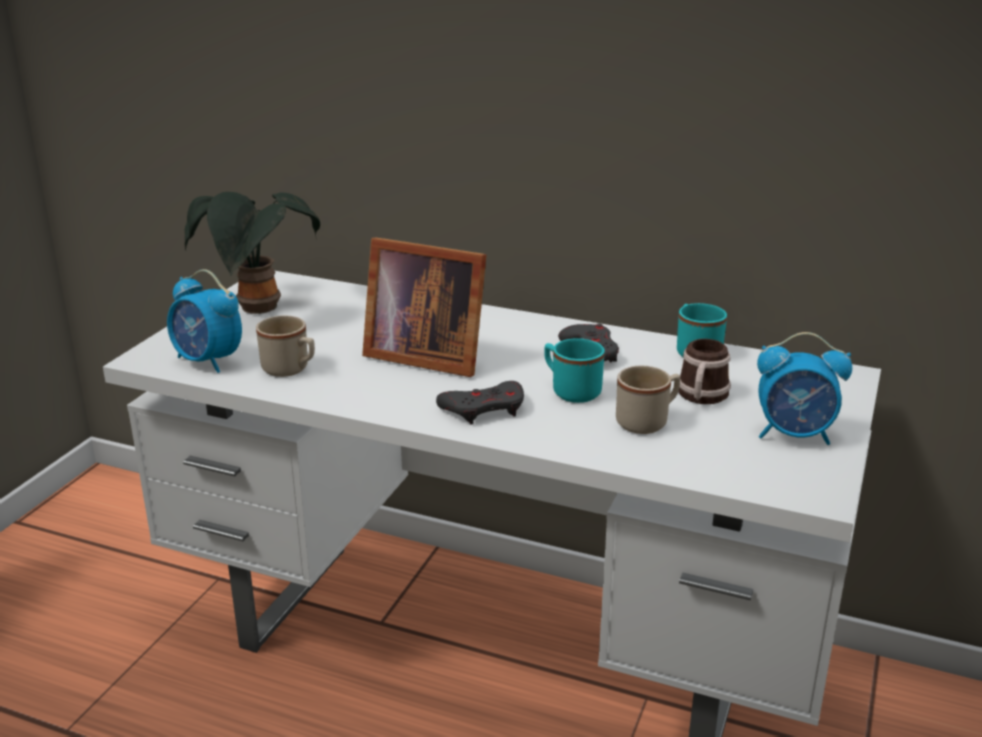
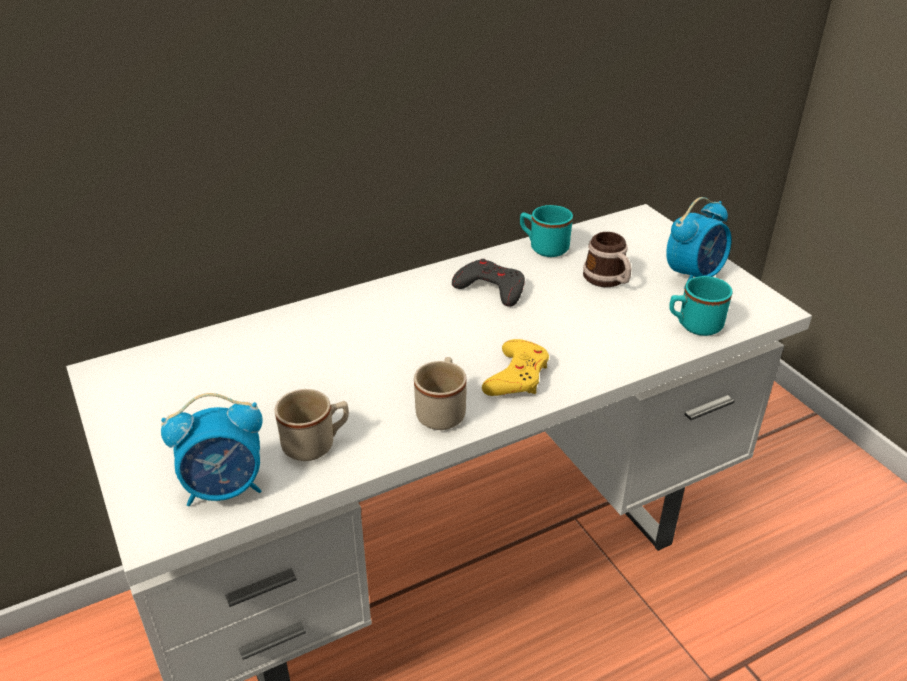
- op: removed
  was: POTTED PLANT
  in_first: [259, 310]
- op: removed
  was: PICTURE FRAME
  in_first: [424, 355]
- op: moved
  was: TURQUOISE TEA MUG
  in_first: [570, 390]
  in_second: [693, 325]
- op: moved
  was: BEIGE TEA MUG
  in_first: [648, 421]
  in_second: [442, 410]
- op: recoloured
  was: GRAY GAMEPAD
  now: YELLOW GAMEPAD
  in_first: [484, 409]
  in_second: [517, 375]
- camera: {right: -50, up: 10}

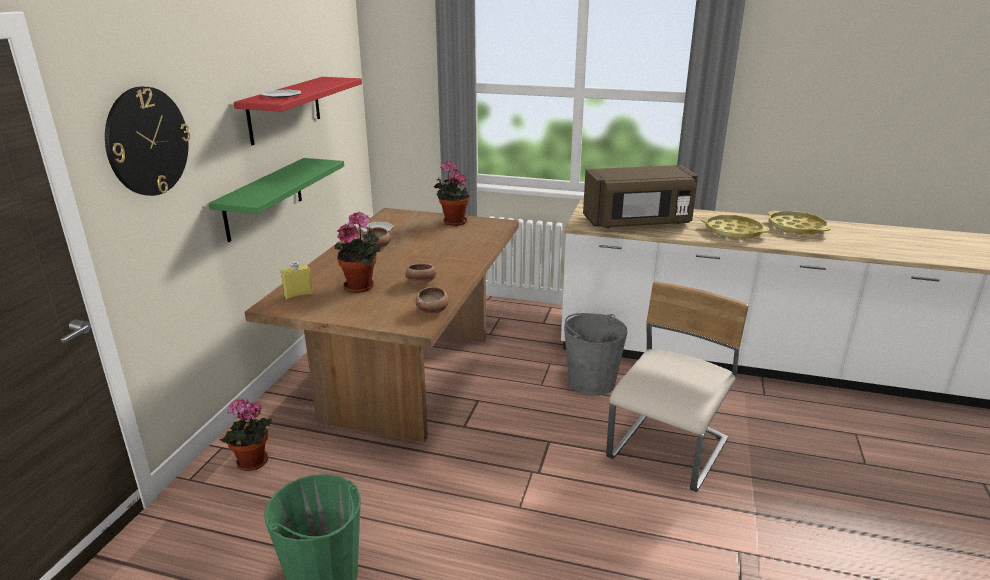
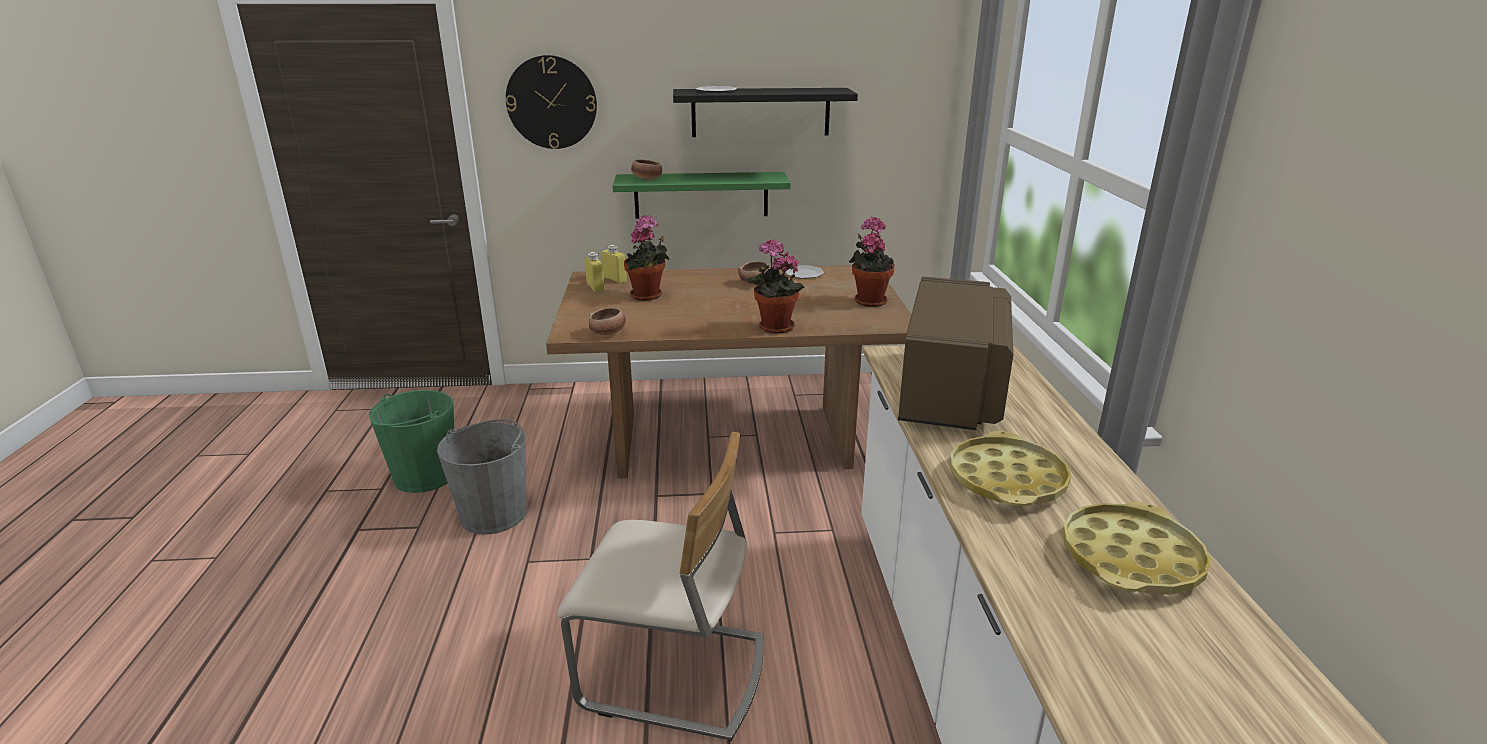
- op: added
  now: YELLOW BOTTLE
  in_second: [595, 287]
- op: moved
  was: POTTED PLANT
  in_first: [252, 464]
  in_second: [773, 328]
- op: moved
  was: DEEP DISH
  in_first: [420, 283]
  in_second: [646, 179]
- op: moved
  was: GRAY WATER BUCKET
  in_first: [591, 382]
  in_second: [494, 514]
- op: recoloured
  was: REDDISH SHELF
  now: BLACK SHELF
  in_first: [285, 109]
  in_second: [760, 112]
- op: turned
  was: BROWN-COLOURED KITCHEN MICROWAVE
  in_first: [638, 222]
  in_second: [951, 391]
  clockwise: -135
- camera: {right: 70, up: 0}

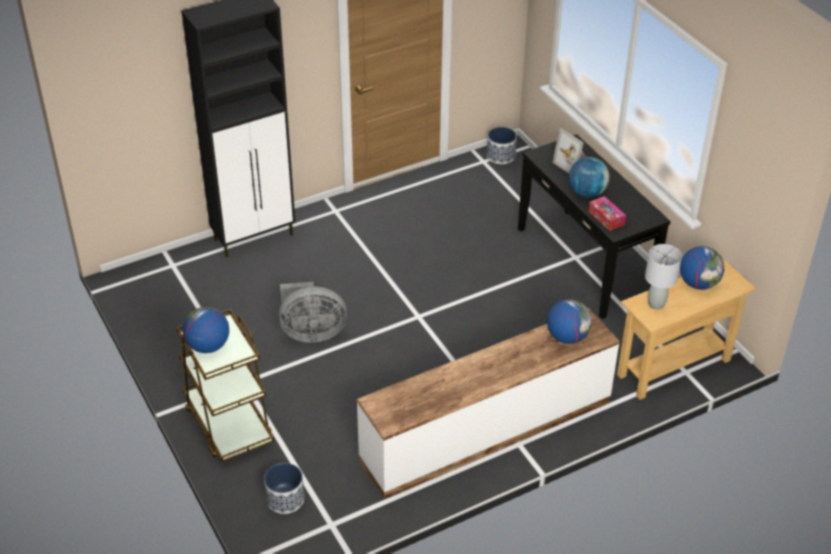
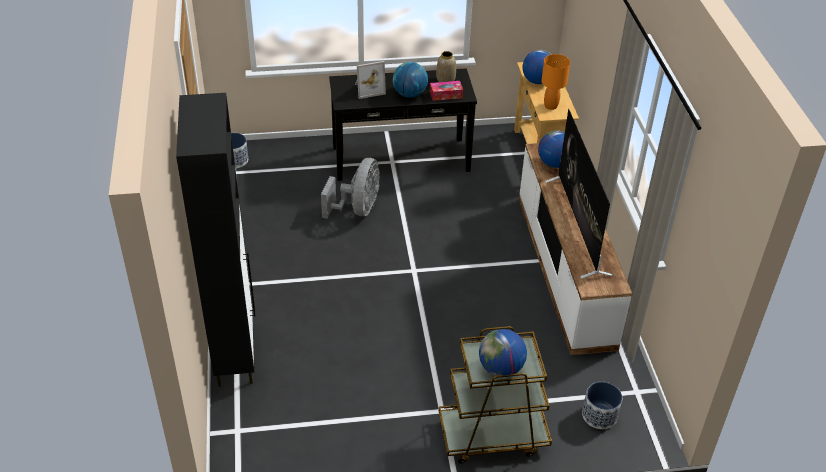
- op: added
  now: FLOWER VASE
  in_second: [445, 80]
- op: added
  now: TELEVISION
  in_second: [577, 226]
- op: moved
  was: GRAY FAN
  in_first: [311, 333]
  in_second: [358, 209]
- op: recoloured
  was: GRAY TABLETOP LAMP
  now: ORANGE-COLOURED TABLETOP LAMP
  in_first: [656, 304]
  in_second: [551, 106]
- camera: {right: -70, up: 0}

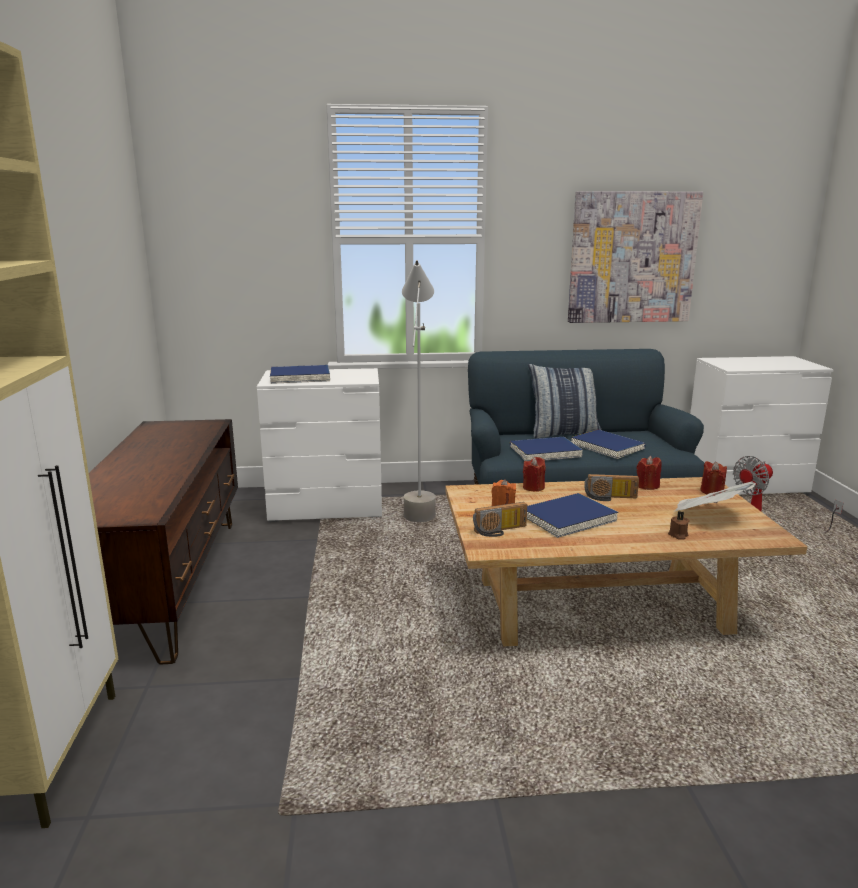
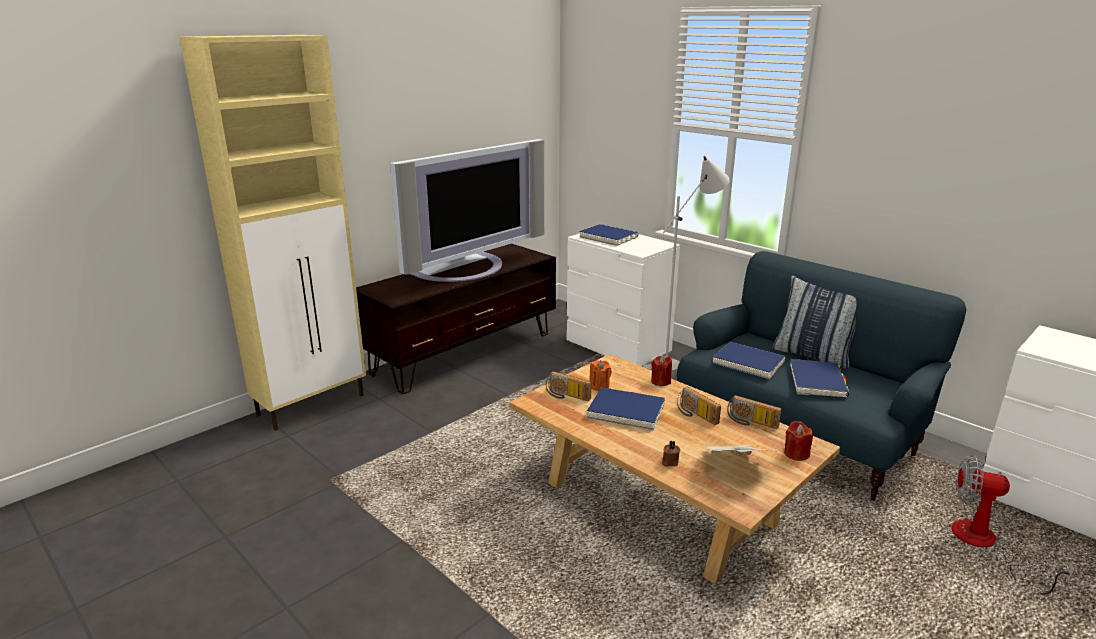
- op: removed
  was: WALL ART
  in_first: [632, 258]
- op: added
  now: TELEVISION
  in_second: [467, 269]
- op: replaced
  was: REDDISH WAX CANDLE
  now: RADIO RECEIVER
  in_first: [647, 486]
  in_second: [751, 422]
- camera: {right: 50, up: 5}

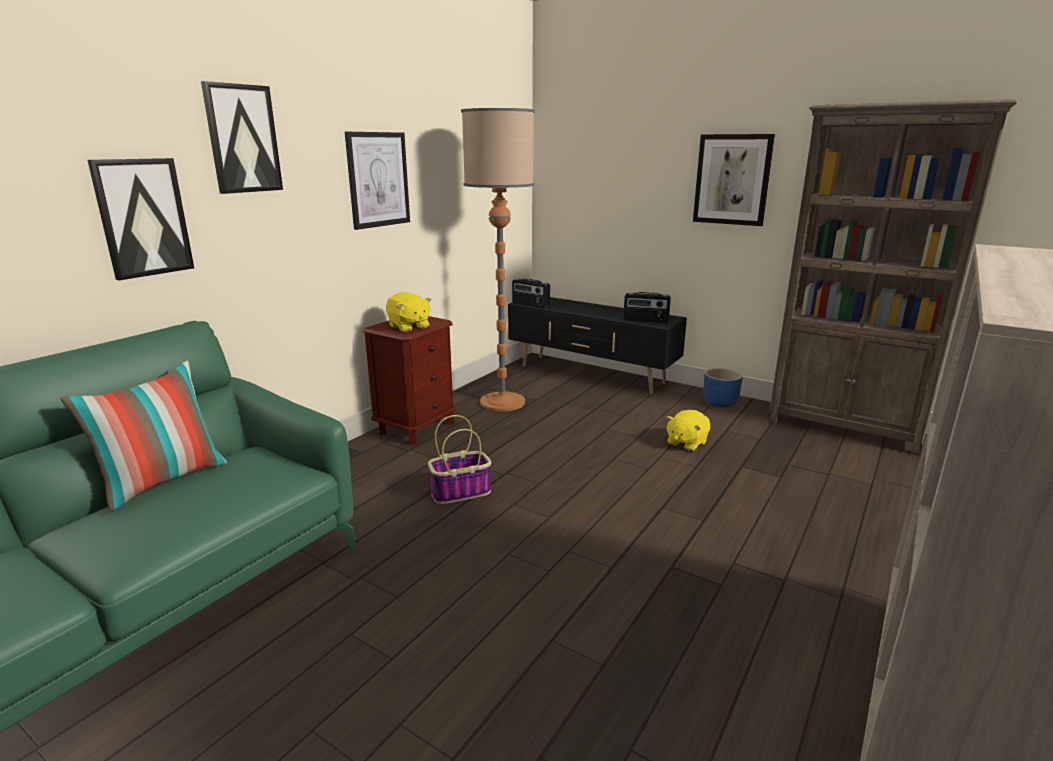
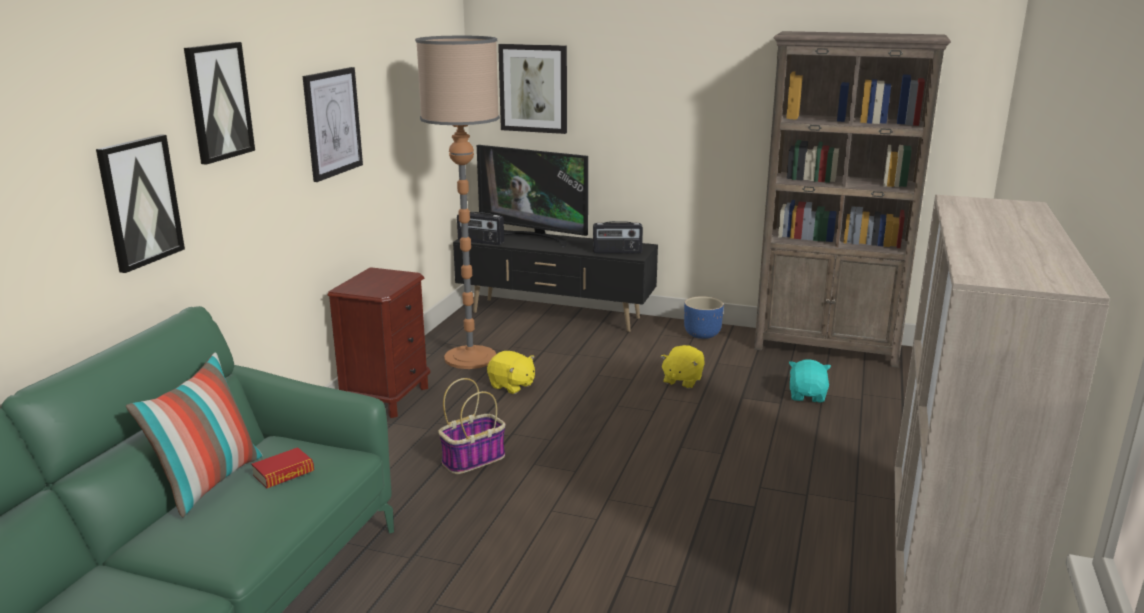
- op: added
  now: VOLUME
  in_second: [283, 473]
- op: added
  now: TELEVISION
  in_second: [535, 238]
- op: added
  now: TURQUOISE PLUSH TOY
  in_second: [807, 396]
- op: moved
  was: YELLOW PLUSH TOY
  in_first: [409, 327]
  in_second: [512, 386]
- op: moved
  was: WALL ART
  in_first: [732, 179]
  in_second: [533, 88]
- camera: {right: -15, up: 0}

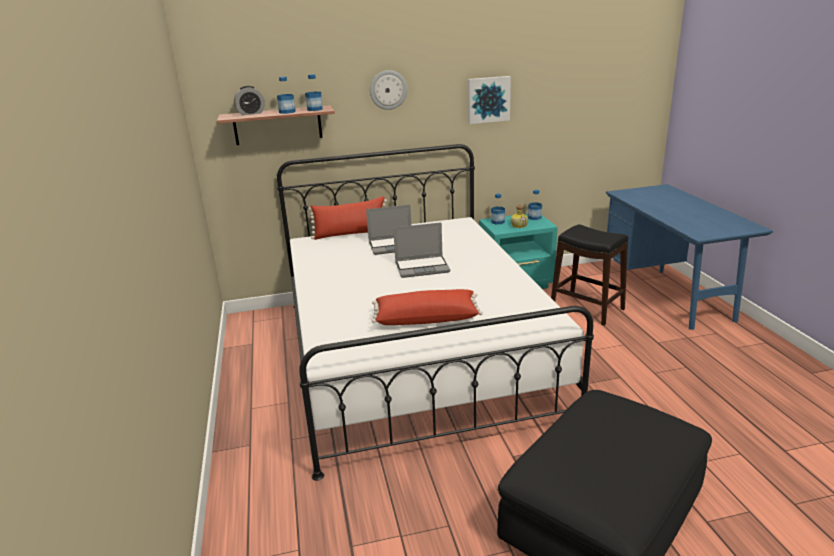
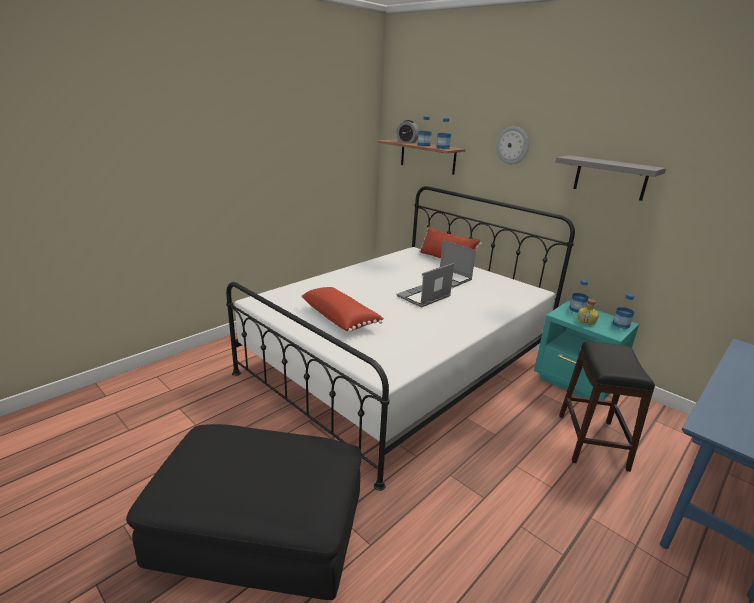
- op: replaced
  was: WALL ART
  now: GRAY SHELF
  in_first: [488, 99]
  in_second: [610, 178]
- op: turned
  was: LAPTOP
  in_first: [422, 267]
  in_second: [423, 297]
  clockwise: 90
- camera: {right: 55, up: 0}

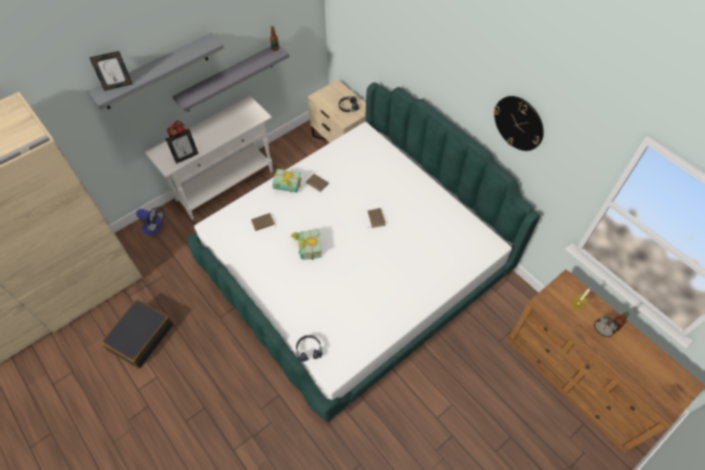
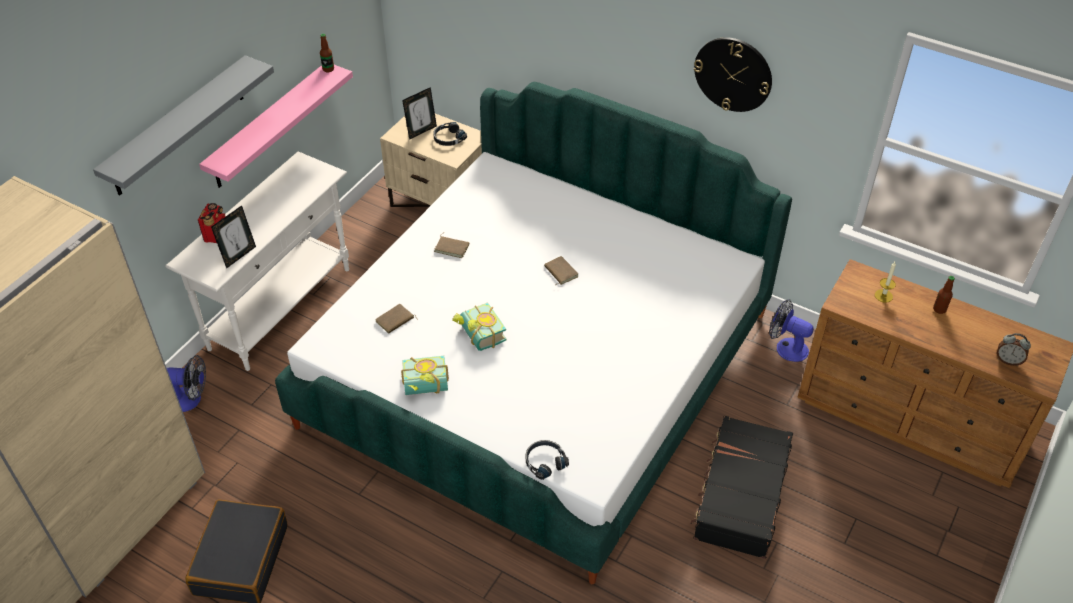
- op: added
  now: BLACK SUITCASE
  in_second: [740, 495]
- op: added
  now: FAN
  in_second: [786, 347]
- op: moved
  was: PICTURE FRAME
  in_first: [118, 86]
  in_second: [421, 131]
- op: moved
  was: VOLUME
  in_first: [286, 187]
  in_second: [426, 388]
- op: moved
  was: BEDSIDE CLOCK
  in_first: [601, 331]
  in_second: [1008, 360]
- op: recoloured
  was: GRAY SHELF
  now: PINK-COLOURED SHELF
  in_first: [228, 78]
  in_second: [269, 126]
- camera: {right: -20, up: -10}

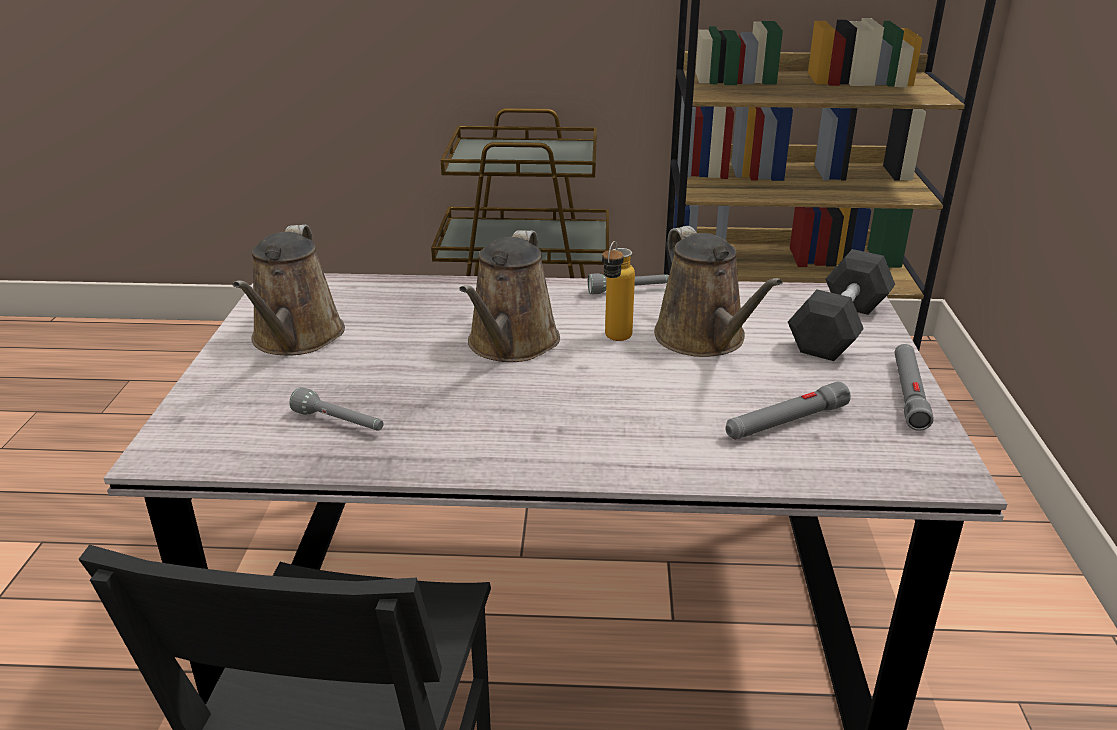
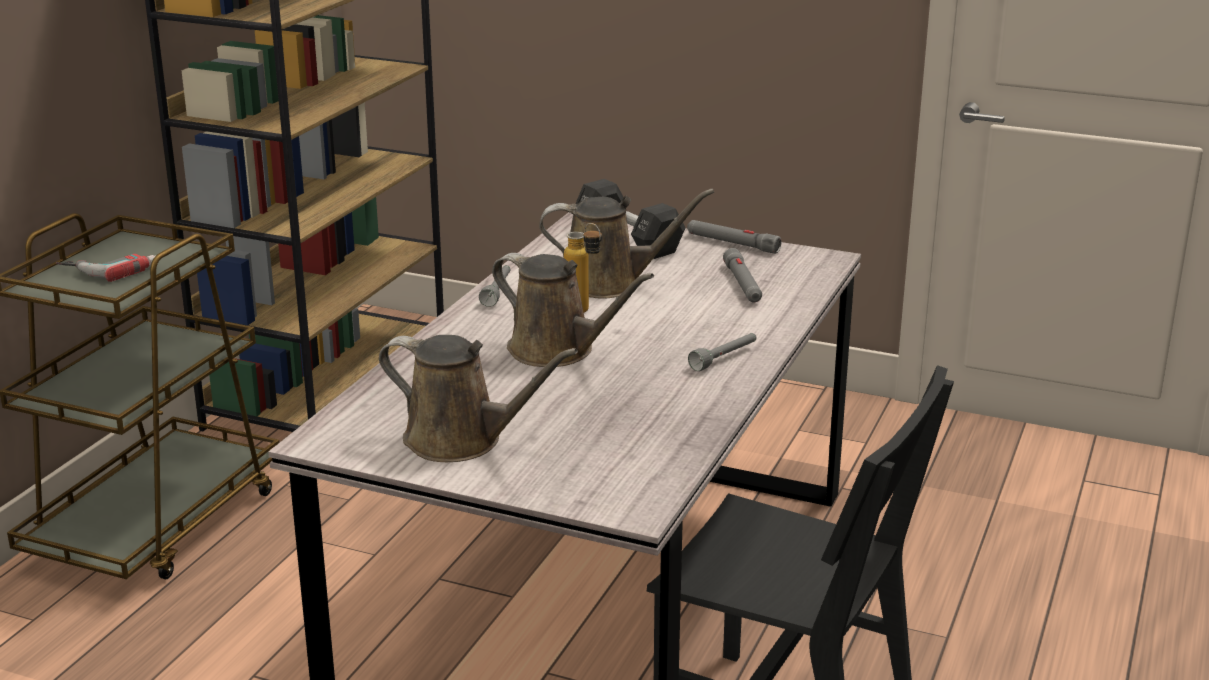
- op: added
  now: POWER DRILL
  in_second: [109, 268]
- op: moved
  was: GRAY HAND TORCH
  in_first: [339, 423]
  in_second: [724, 358]
- camera: {right: -70, up: -5}

